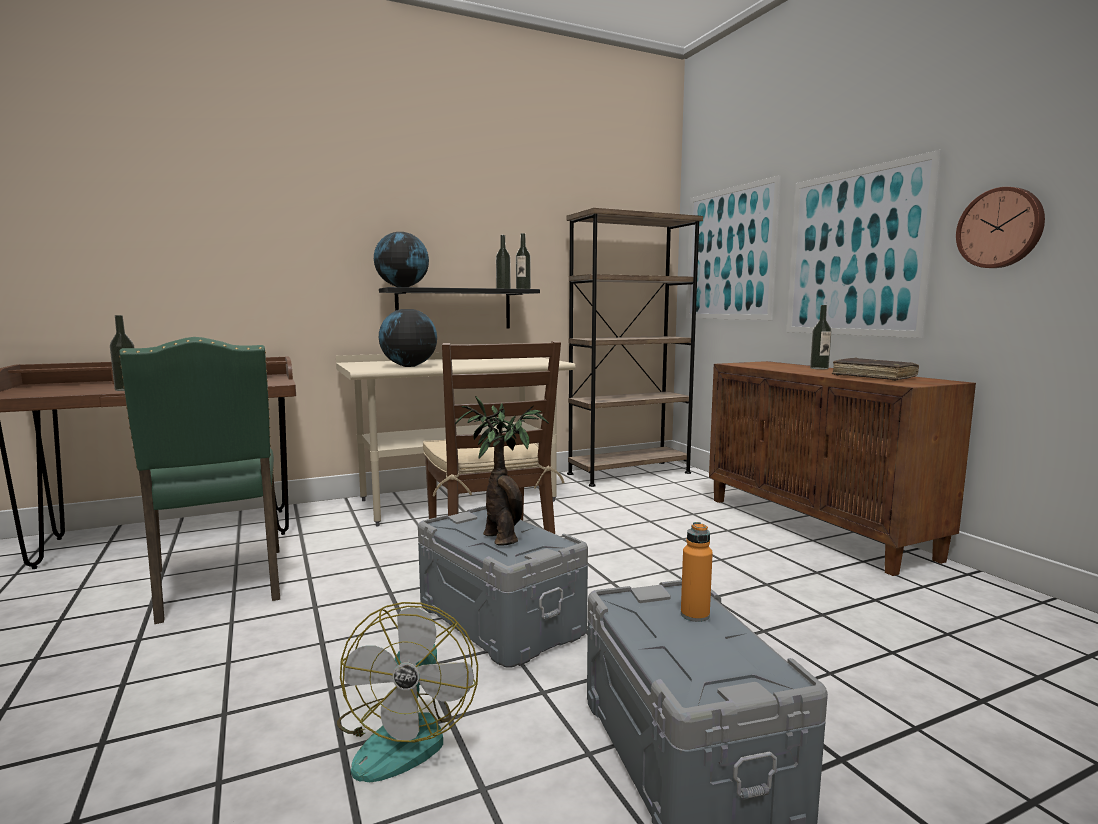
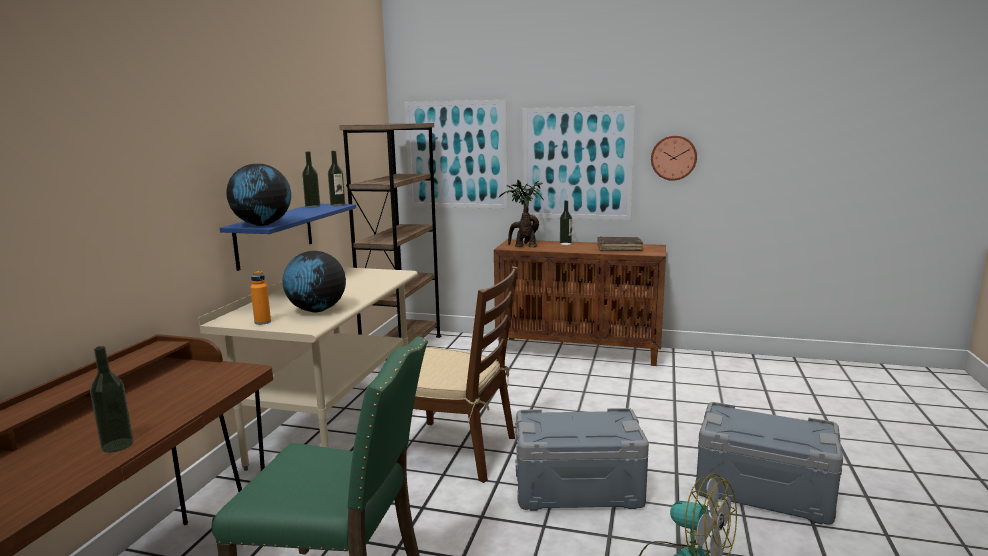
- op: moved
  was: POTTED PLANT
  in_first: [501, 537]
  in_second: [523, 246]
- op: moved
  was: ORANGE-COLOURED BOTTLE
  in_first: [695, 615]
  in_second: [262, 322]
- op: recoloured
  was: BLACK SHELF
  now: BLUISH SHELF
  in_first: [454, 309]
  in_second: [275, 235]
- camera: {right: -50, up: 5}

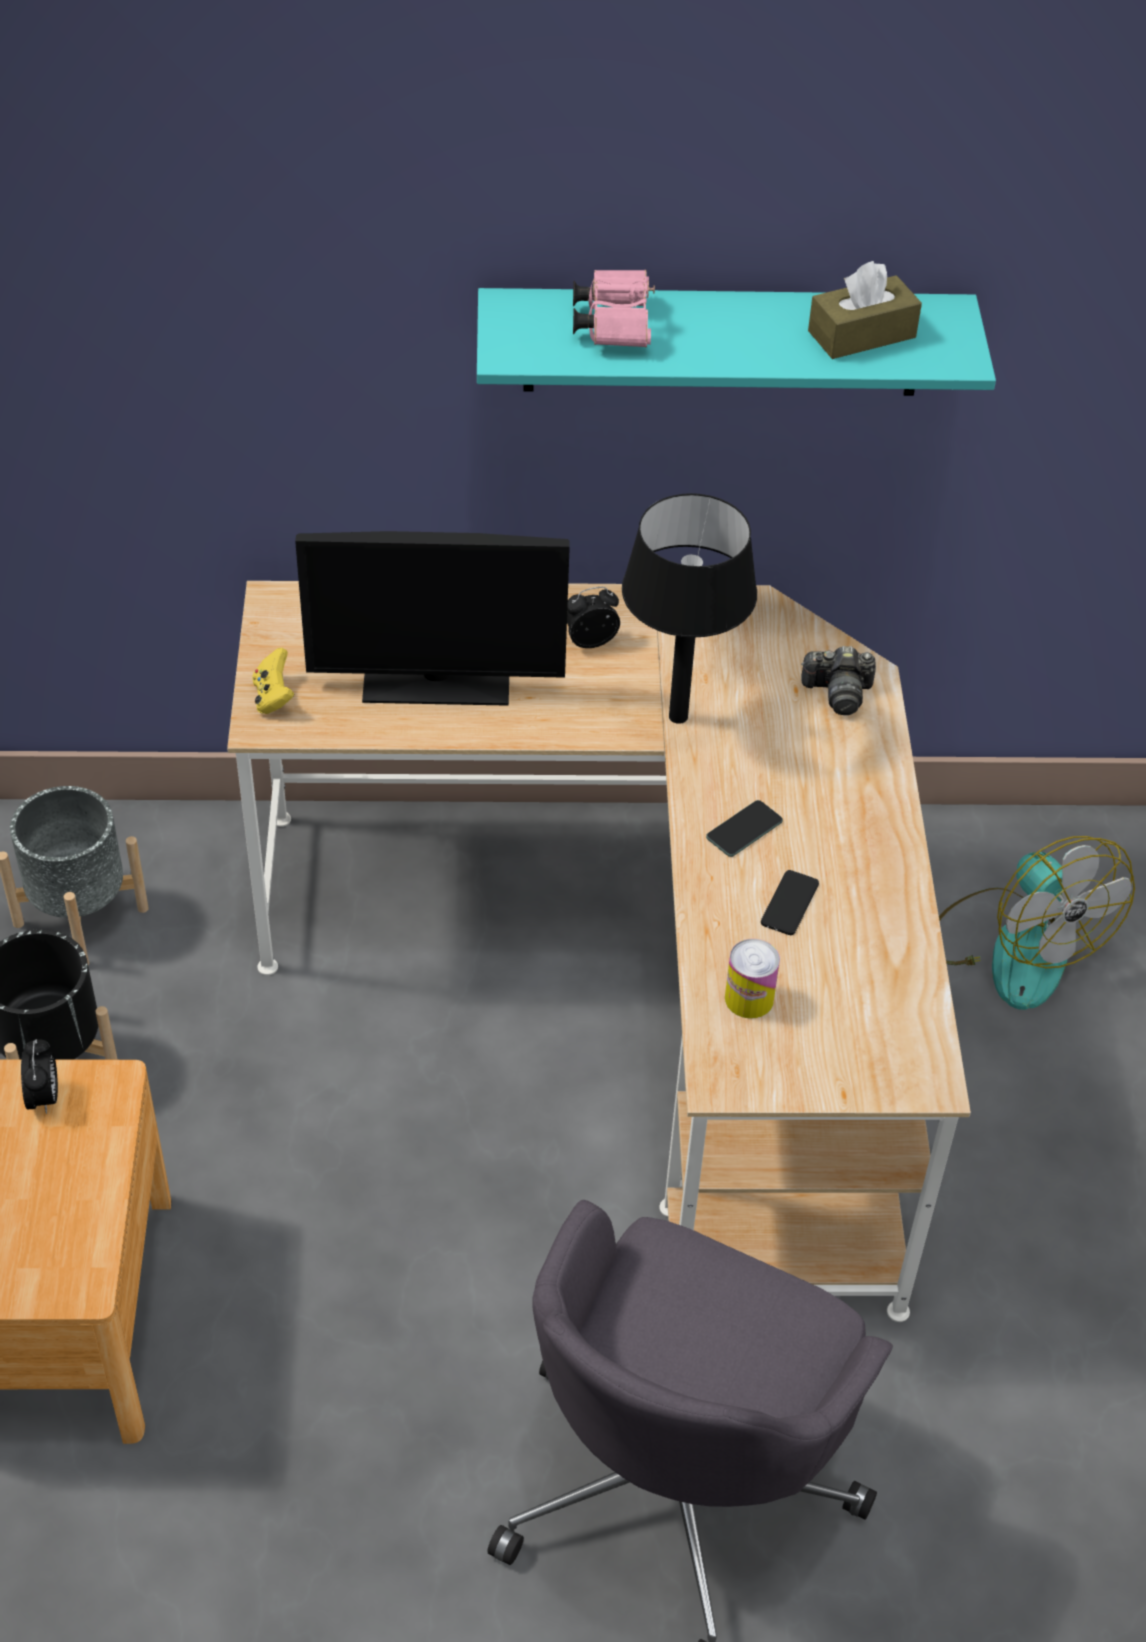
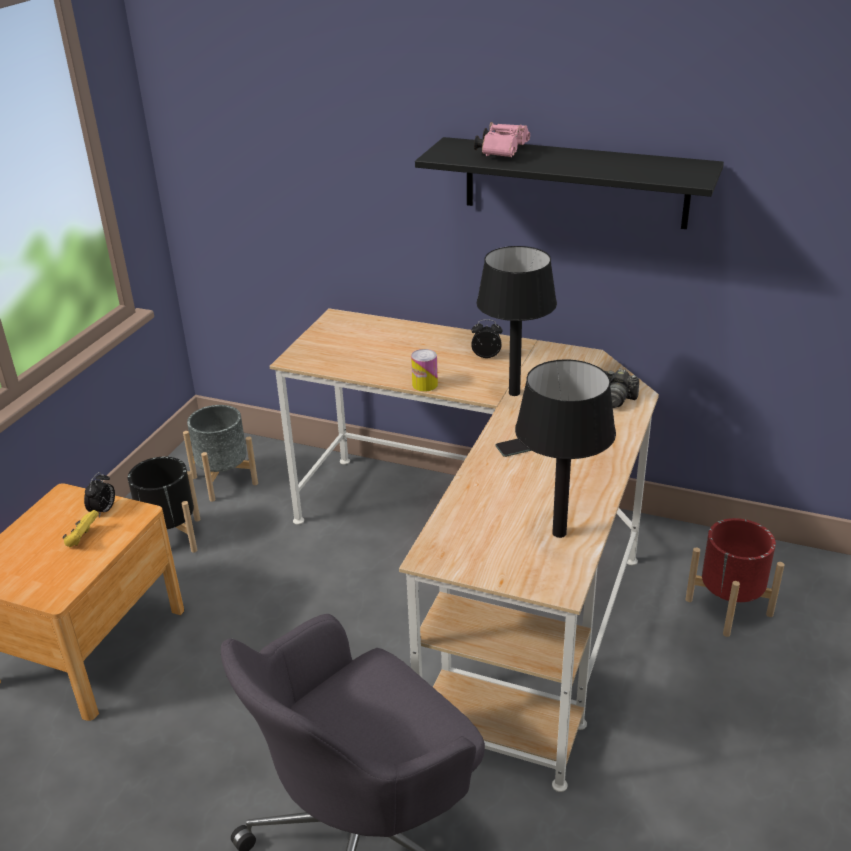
- op: removed
  was: MONITOR
  in_first: [436, 680]
- op: removed
  was: HANDSET
  in_first: [789, 903]
- op: removed
  was: BROWN-COLOURED BOX OF TISSUES
  in_first: [861, 334]
- op: added
  now: BLACK TABLETOP LAMP
  in_second: [559, 533]
- op: moved
  was: YELLOW GAMEPAD
  in_first: [273, 697]
  in_second: [82, 539]
- op: moved
  was: SEALED CAN
  in_first: [749, 998]
  in_second: [425, 384]
- op: replaced
  was: FAN
  now: REDDISH PLANT POT
  in_first: [1014, 947]
  in_second: [728, 607]
- op: recoloured
  was: TURQUOISE SHELF
  now: BLACK SHELF
  in_first: [723, 341]
  in_second: [575, 182]
- camera: {right: 25, up: -15}

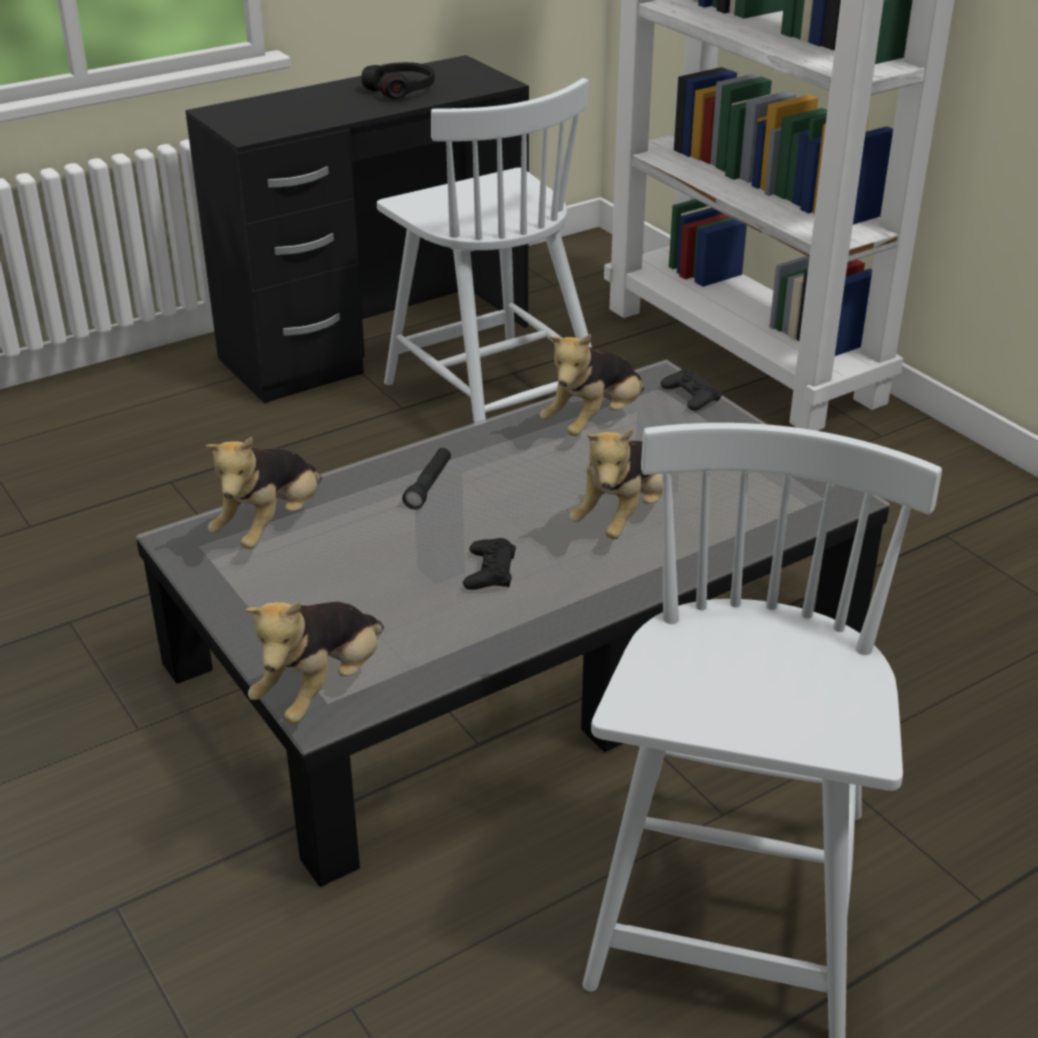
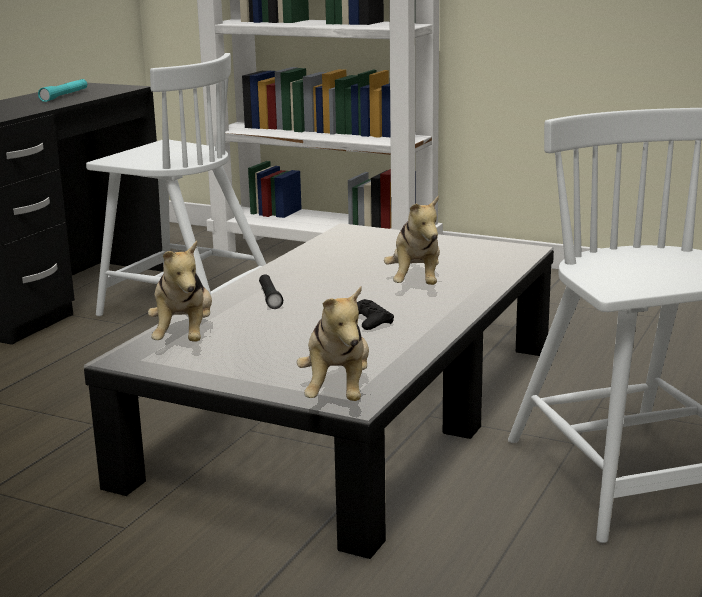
- op: removed
  was: PLUSH TOY
  in_first: [594, 422]
- op: removed
  was: BLACK GAMEPAD
  in_first: [691, 396]
- op: replaced
  was: BLACK HEADPHONES
  now: TURQUOISE HAND TORCH
  in_first: [401, 89]
  in_second: [64, 96]
- camera: {right: -30, up: -15}

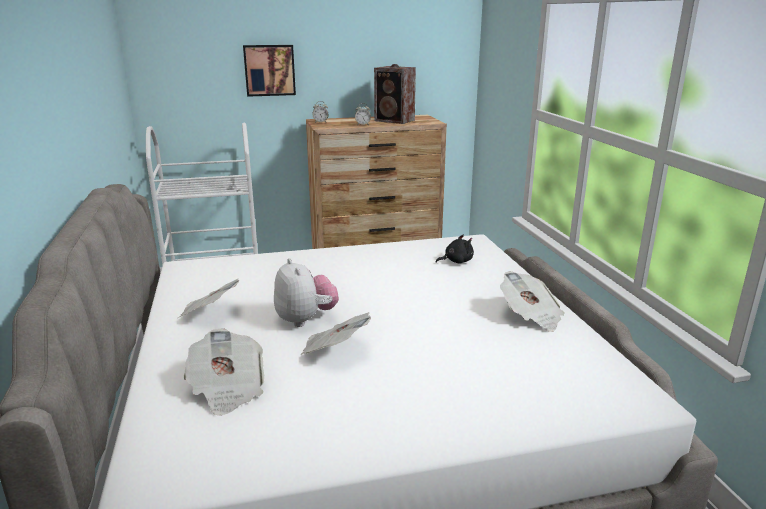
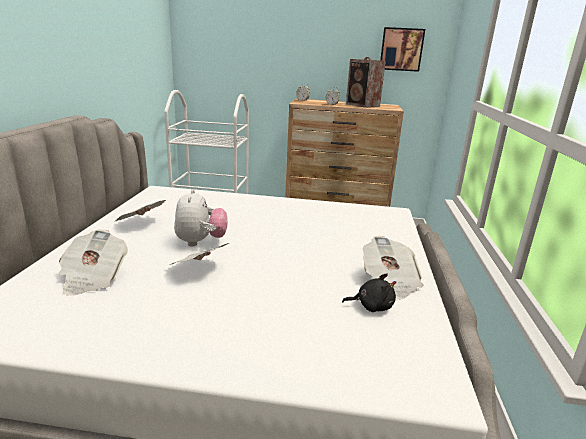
- op: moved
  was: WALL ART
  in_first: [269, 70]
  in_second: [401, 49]
- op: moved
  was: BLACK PLUSH TOY
  in_first: [456, 261]
  in_second: [371, 306]
- camera: {right: 20, up: 0}

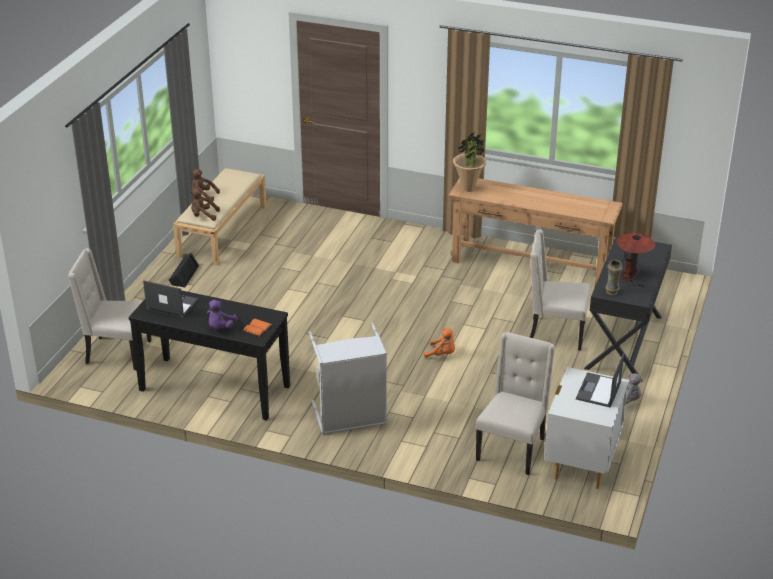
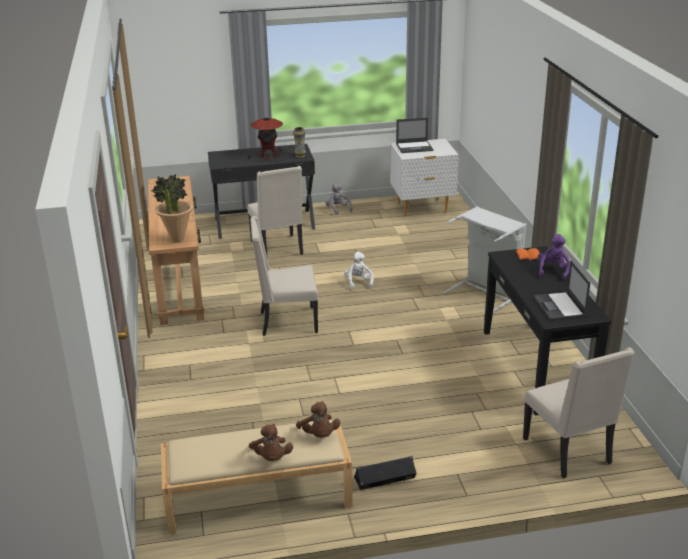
- op: moved
  was: BEIGE UPRIGHT CHAIR
  in_first: [512, 449]
  in_second: [287, 322]
- op: recoloured
  was: ORANGE-COLOURED PLUSH TOY
  now: WHITISH PLUSH TOY
  in_first: [442, 354]
  in_second: [358, 282]
- op: turned
  was: PURPLISH PLUSH TOY
  in_first: [220, 327]
  in_second: [553, 271]
  clockwise: -60
- camera: {right: -120, up: -5}

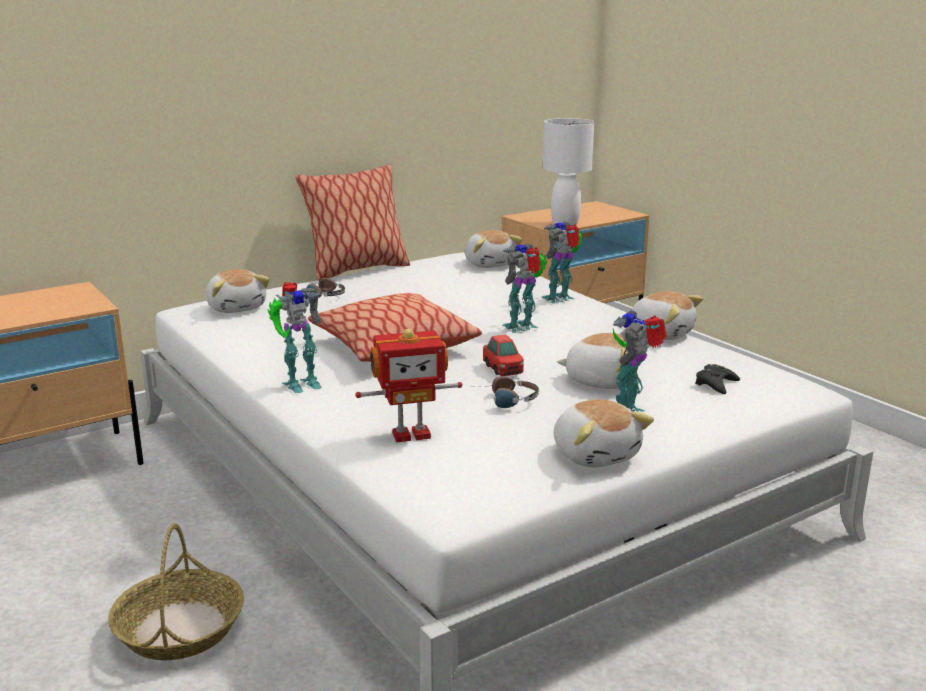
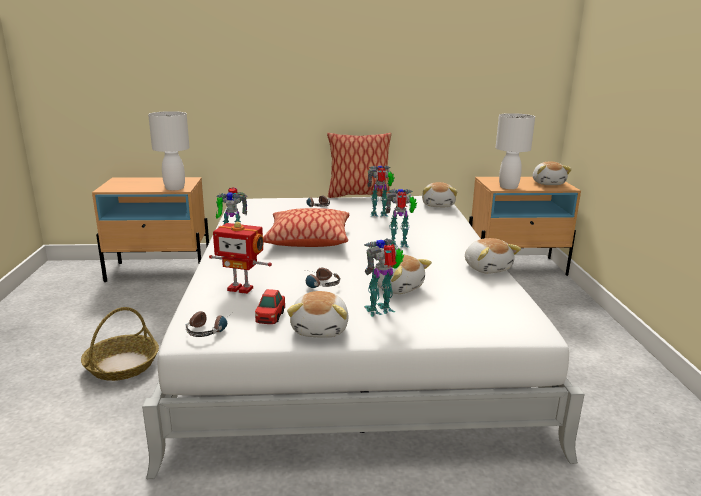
- op: removed
  was: BLACK GAMEPAD
  in_first: [716, 384]
- op: added
  now: WHITISH TABLETOP LAMP
  in_second: [175, 188]
- op: added
  now: HEADPHONES
  in_second: [209, 328]
- op: moved
  was: PLUSH TOY
  in_first: [237, 307]
  in_second: [548, 183]
- op: moved
  was: TOY CAR
  in_first: [503, 369]
  in_second: [270, 317]
- op: moved
  was: TOY ROBOT
  in_first: [560, 299]
  in_second: [380, 215]
- camera: {right: 30, up: 0}

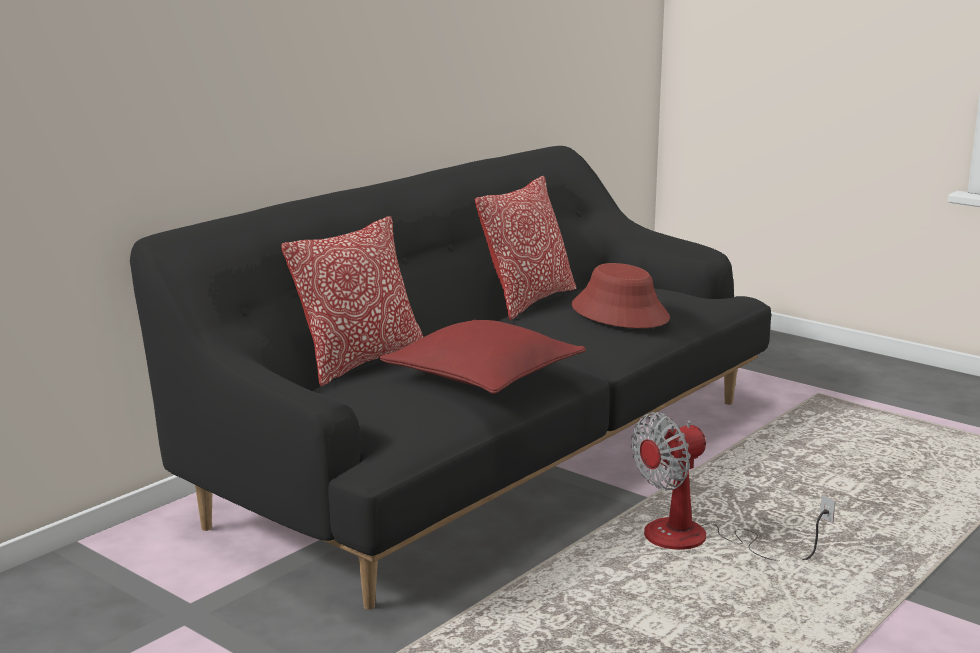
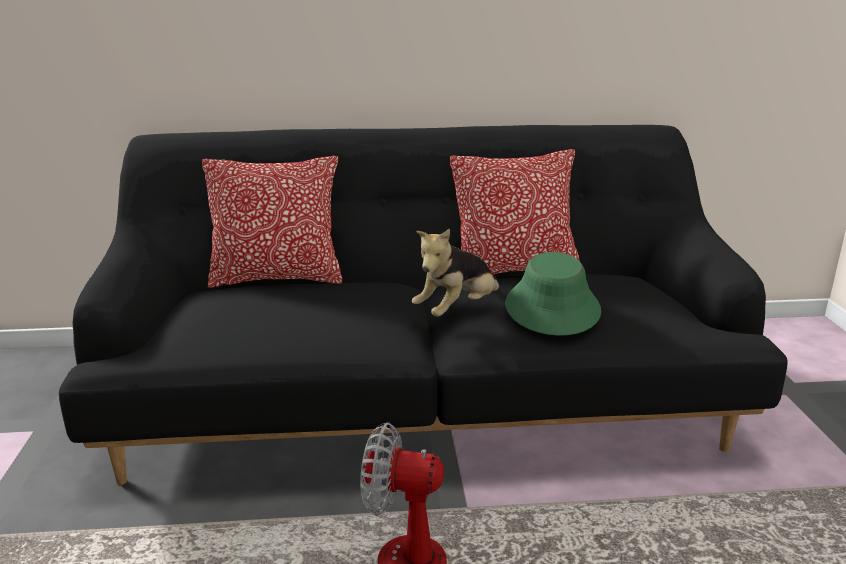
- op: removed
  was: REDDISH PILLOW
  in_first: [483, 376]
- op: added
  now: PLUSH TOY
  in_second: [457, 310]
- op: recoloured
  was: REDDISH HAT
  now: GREENISH HAT
  in_first: [620, 312]
  in_second: [553, 308]
- camera: {right: 45, up: 5}

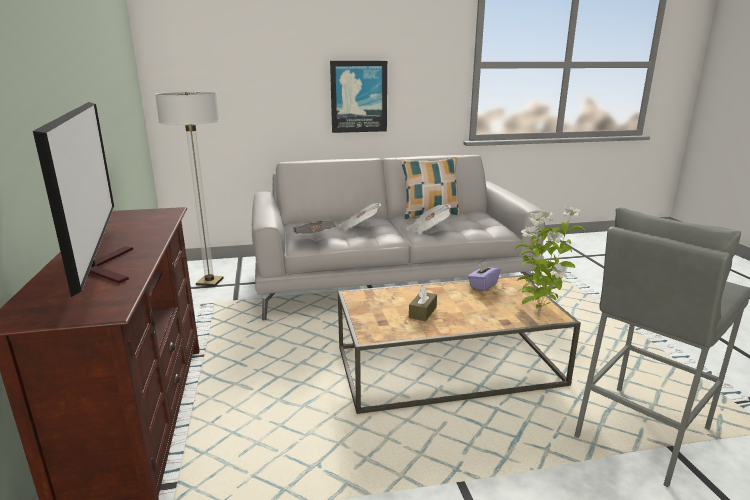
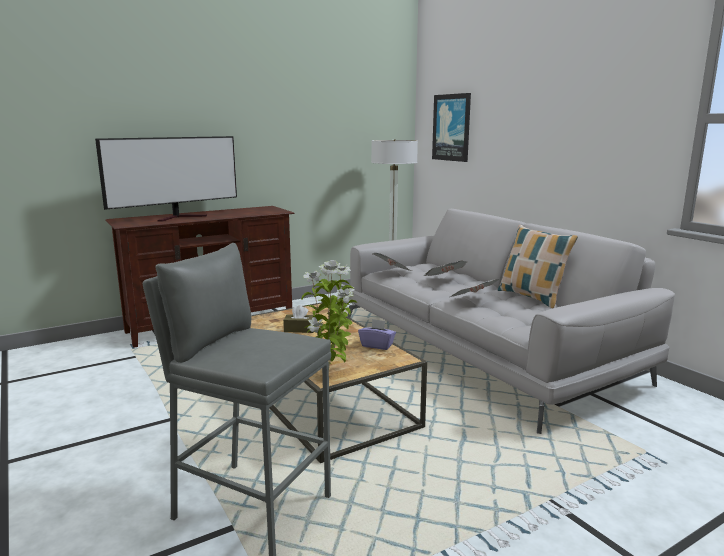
- op: moved
  was: WALL ART
  in_first: [358, 97]
  in_second: [451, 127]
- camera: {right: 70, up: -5}

